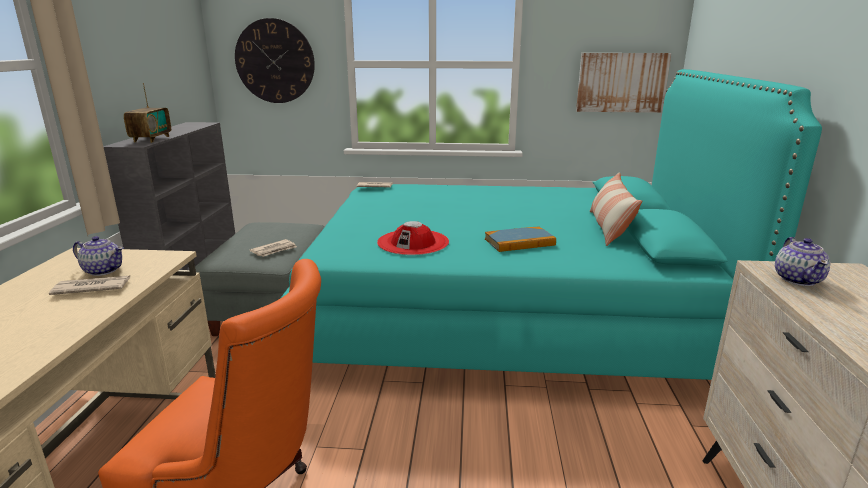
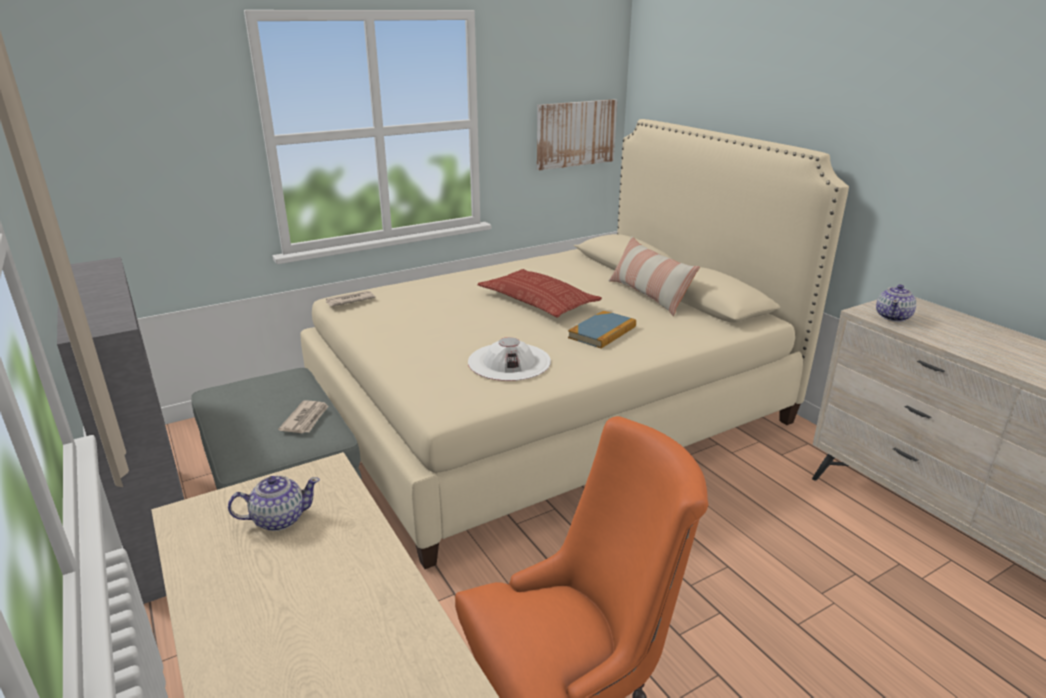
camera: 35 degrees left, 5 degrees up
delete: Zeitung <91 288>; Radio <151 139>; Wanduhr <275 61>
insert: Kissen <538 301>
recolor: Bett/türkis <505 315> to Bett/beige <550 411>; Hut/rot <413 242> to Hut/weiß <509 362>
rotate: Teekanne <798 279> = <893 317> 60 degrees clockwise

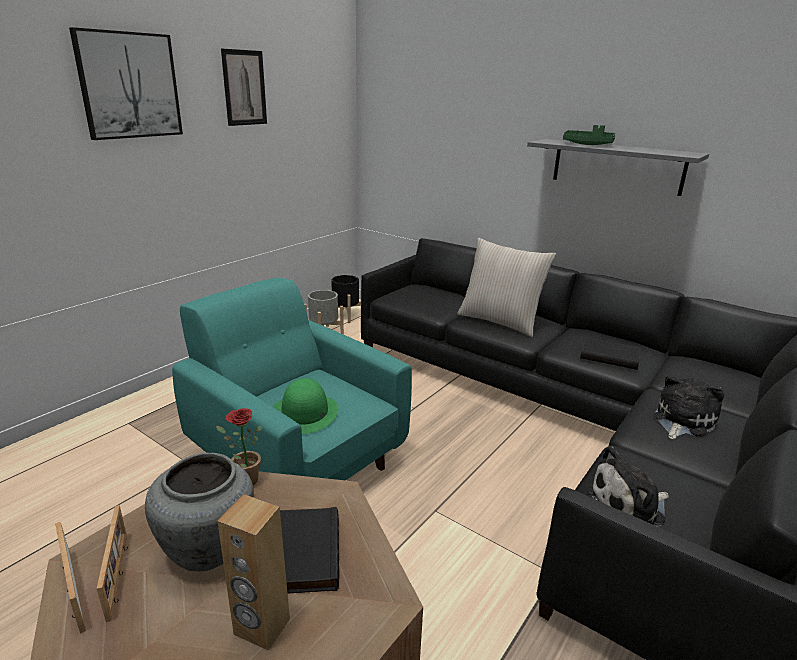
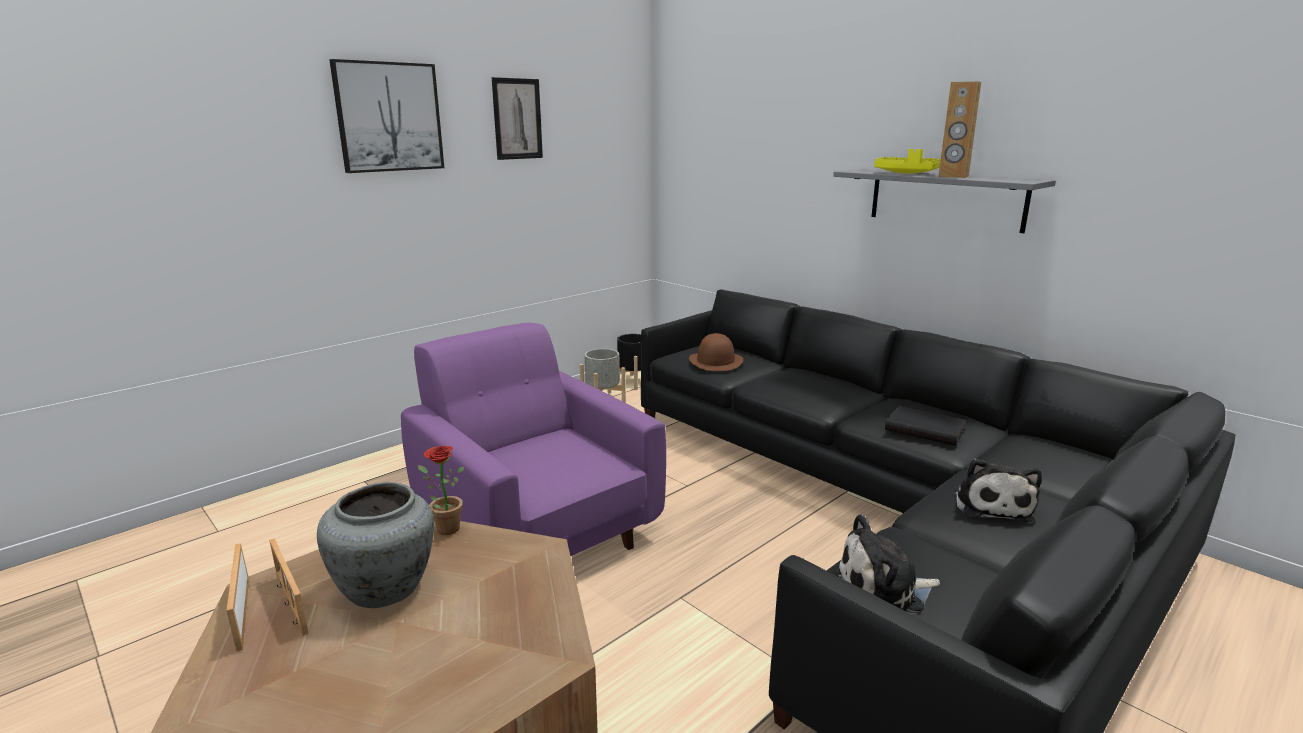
camera: 10 degrees right, 5 degrees down
delete: Hut/grün <305 413>; Buch/schwarz <304 553>; Kissen/beige <500 321>
insert: Hut/braun <716 361>
move: Lautsprecher/braun <261 627> to <953 176>
recolor: Sessel/türkis <297 457> to Sessel/lila <536 528>; Tablett/grün <588 144> to Tablett/gelb <906 173>
rotate: Bilderrahmen <119 575> = <289 604> 150 degrees clockwise; Plüschtier <681 421> = <992 505> 135 degrees clockwise

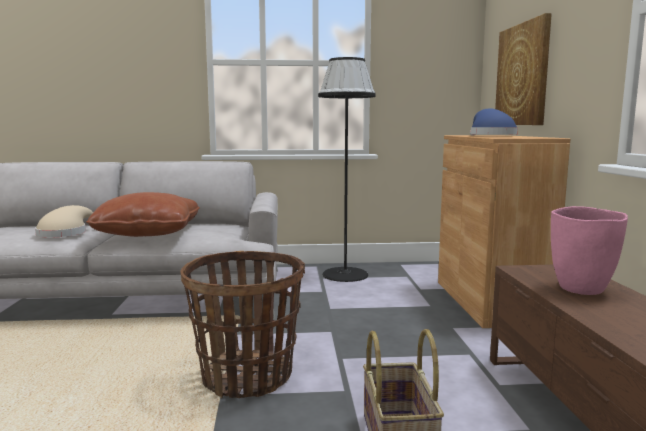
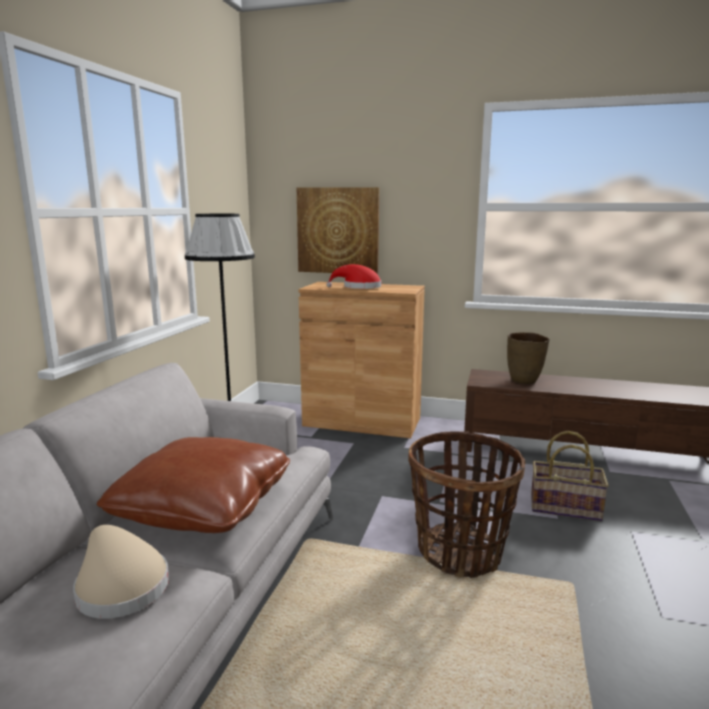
camera: 70 degrees left, 5 degrees up
recolor: Hut/blau <490 136> to Hut/rot <358 287>; Vase/rosa <581 289> to Vase/braun <524 381>

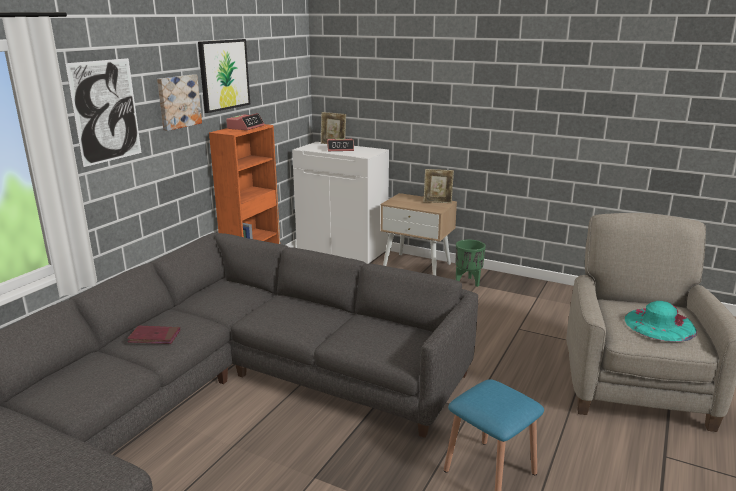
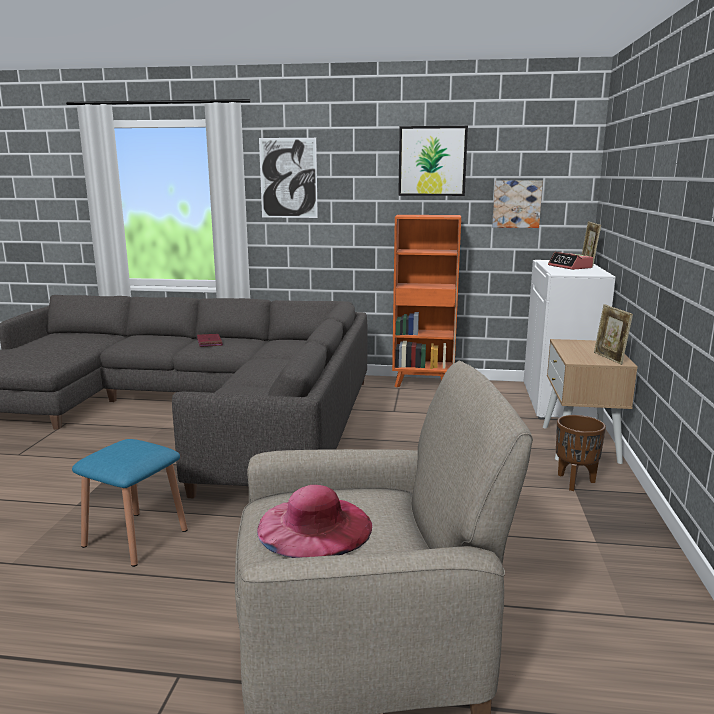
camera: 70 degrees right, 5 degrees down
delete: Wecker <245 127>
move: Bild <178 101> to <516 204>
recolor: Hut/türkis <660 324> to Hut/rosa <314 526>; Pflanzkübel/grün <468 282> to Pflanzkübel/braun <575 482>

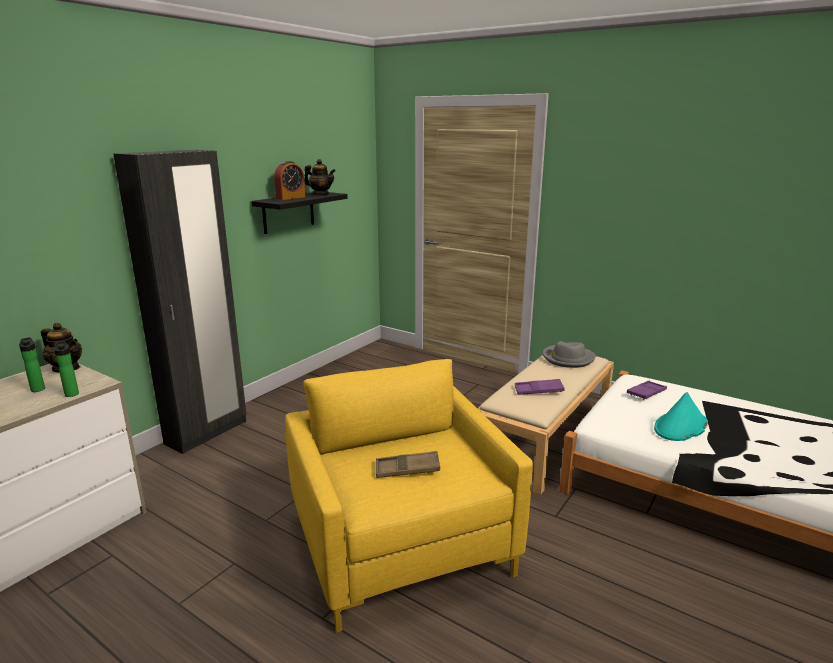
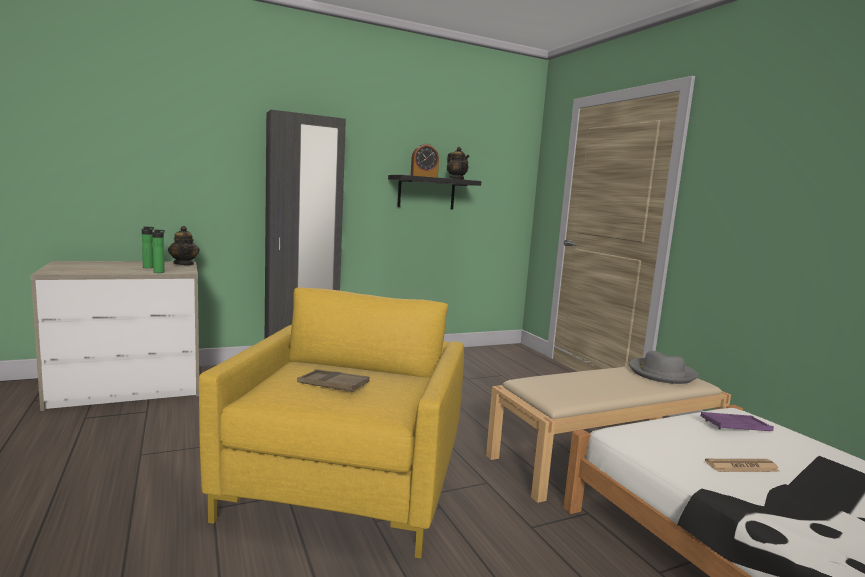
camera: 30 degrees right, 10 degrees down
delete: Tablett/lila <538 390>
replace: Hut/türkis <680 427> to Zeitung <741 466>

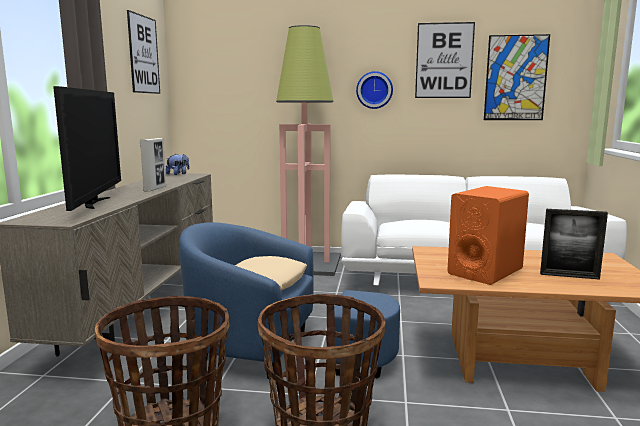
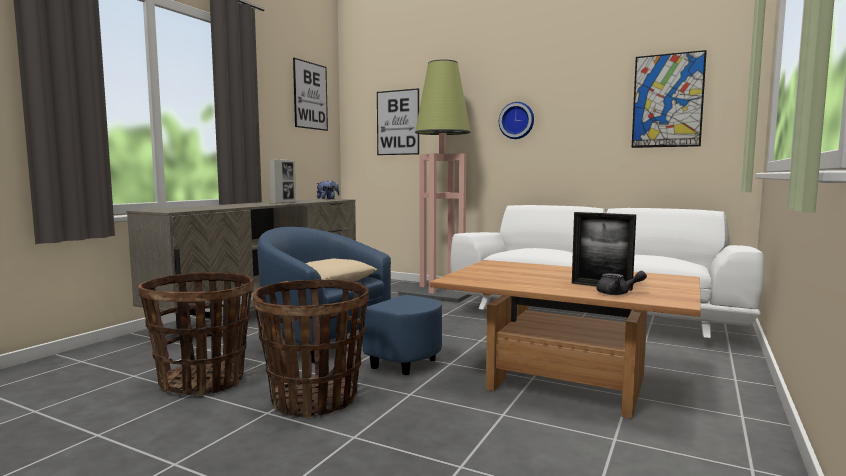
camera: 20 degrees right, 5 degrees down
delete: Fernseher <95 203>; Lautsprecher/orange <485 271>
insert: Teekanne/grau <617 293>
move: Bild <444 60> to <398 122>

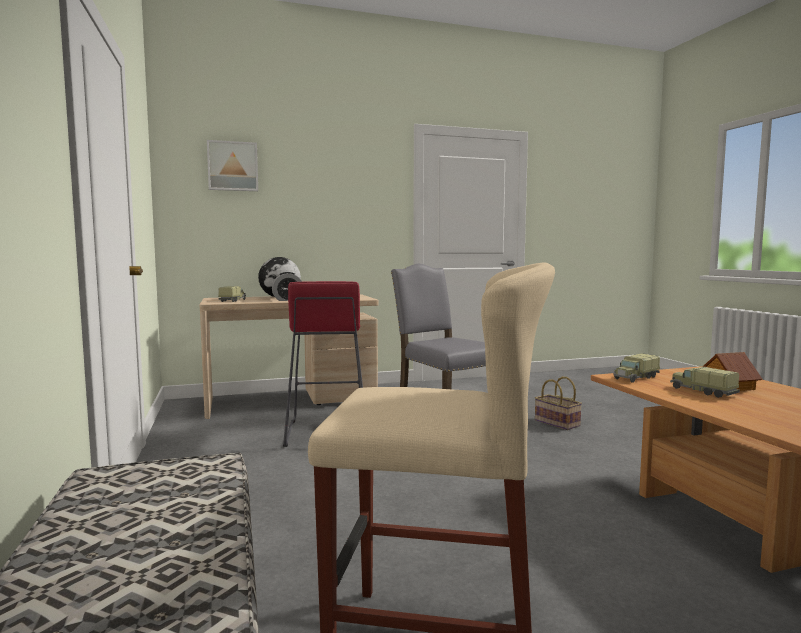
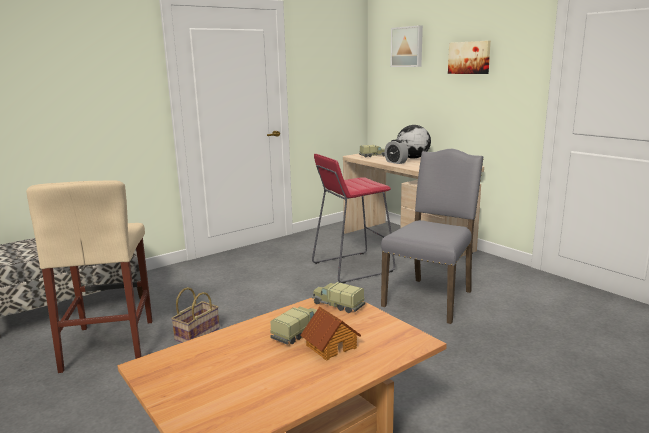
camera: 70 degrees right, 10 degrees up
insert: Bild <469 57>
move: Korb <555 423> to <197 333>

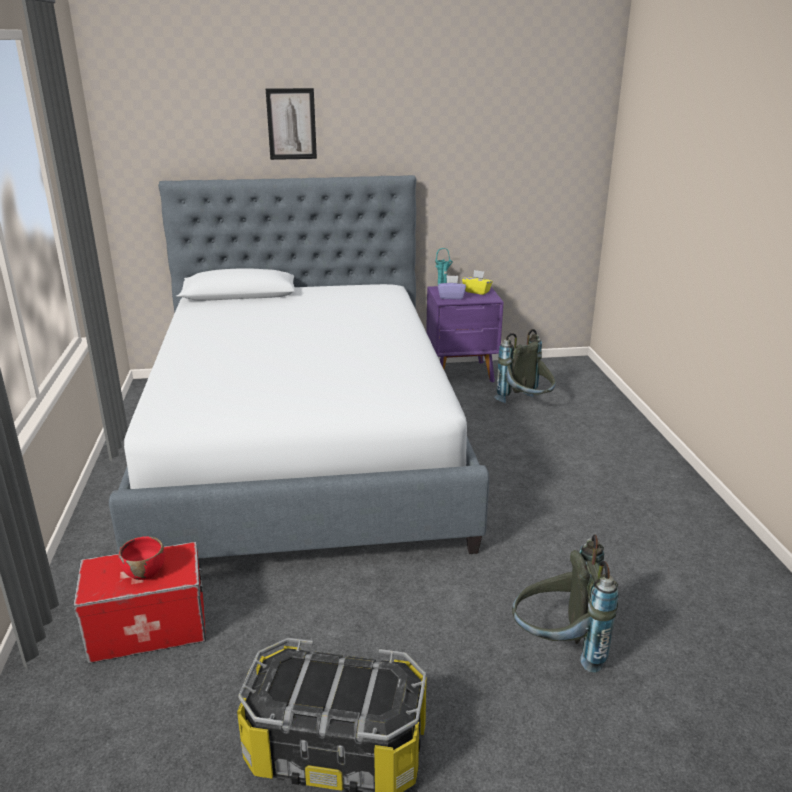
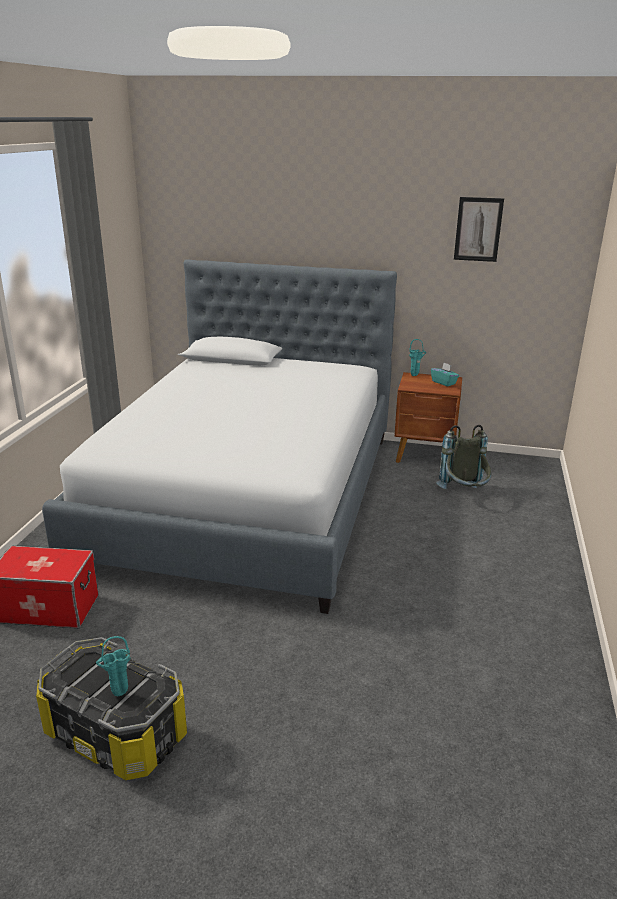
camera: 20 degrees right, 0 degrees up
delete: Schüssel/rot <145 572>; Taschentuchbox/lila <451 297>; Rucksack/grau <558 648>
insert: Vase/türkis <118 695>
move: Bild <291 124> to <478 229>
recolor: Nachttisch/lila <462 373> to Nachttisch/braun <425 455>; Taschentuchbox/gelb <477 291> to Taschentuchbox/türkis <444 382>

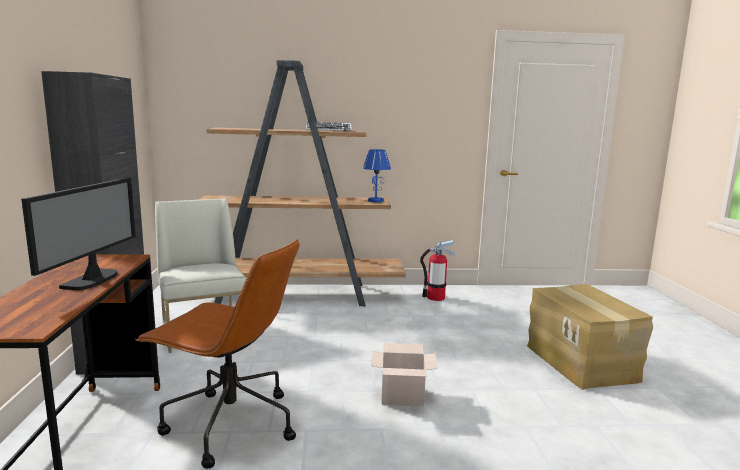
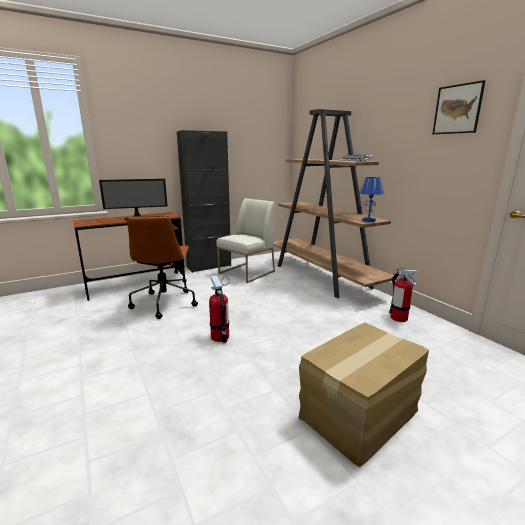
camera: 65 degrees right, 5 degrees up
insert: Bild <457 109>
replace: Karton <401 396> to Feuerlöscher <220 337>

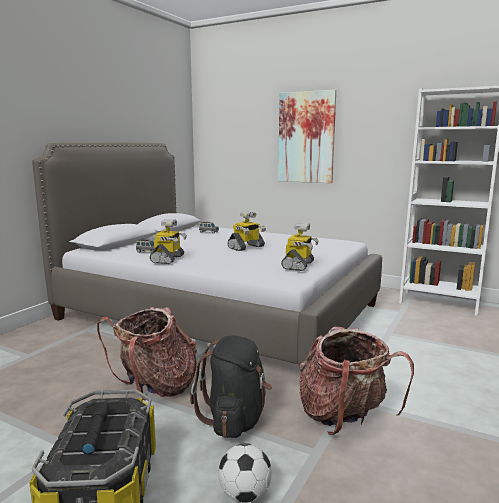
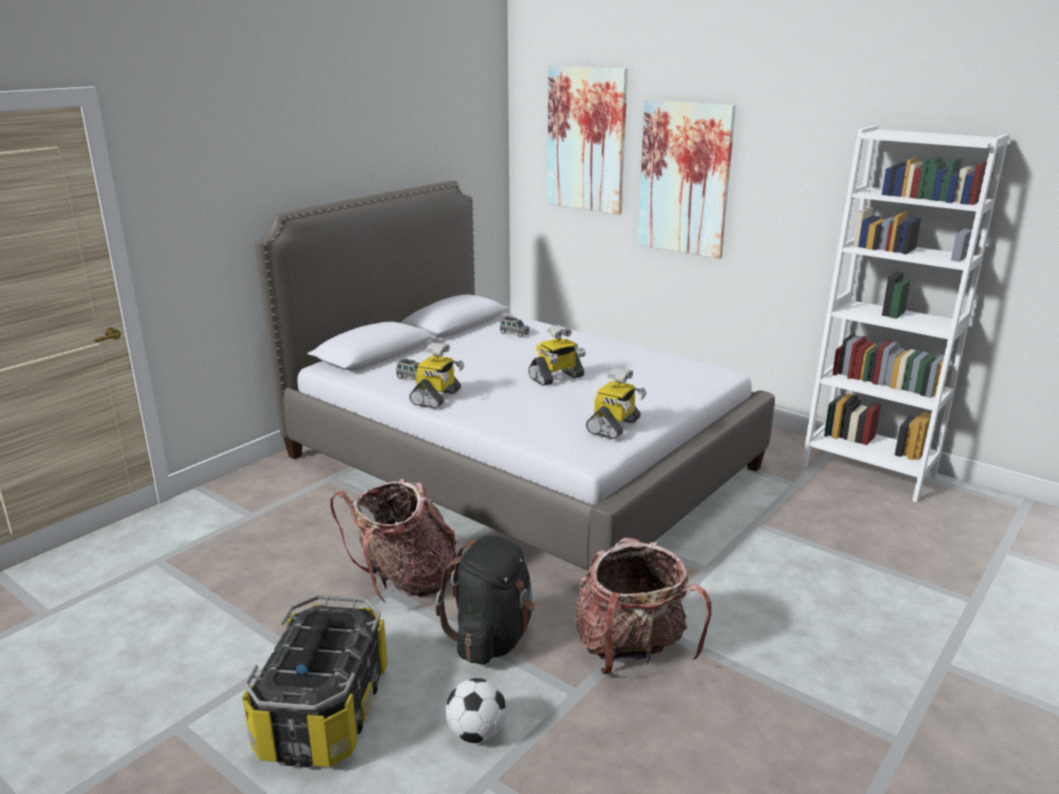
camera: 10 degrees right, 10 degrees up
insert: Bild <586 139>

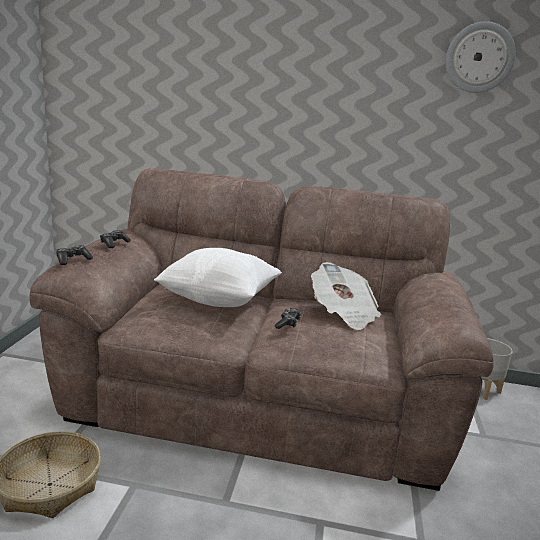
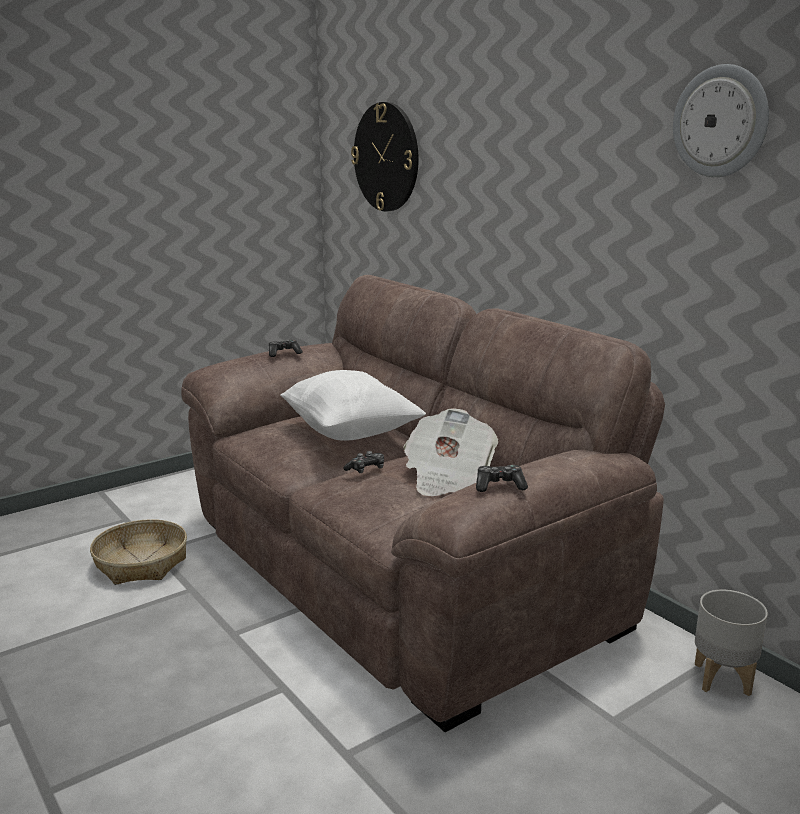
camera: 45 degrees right, 0 degrees up
insert: Wanduhr <386 157>
move: Gamepad <72 260> to <499 486>

